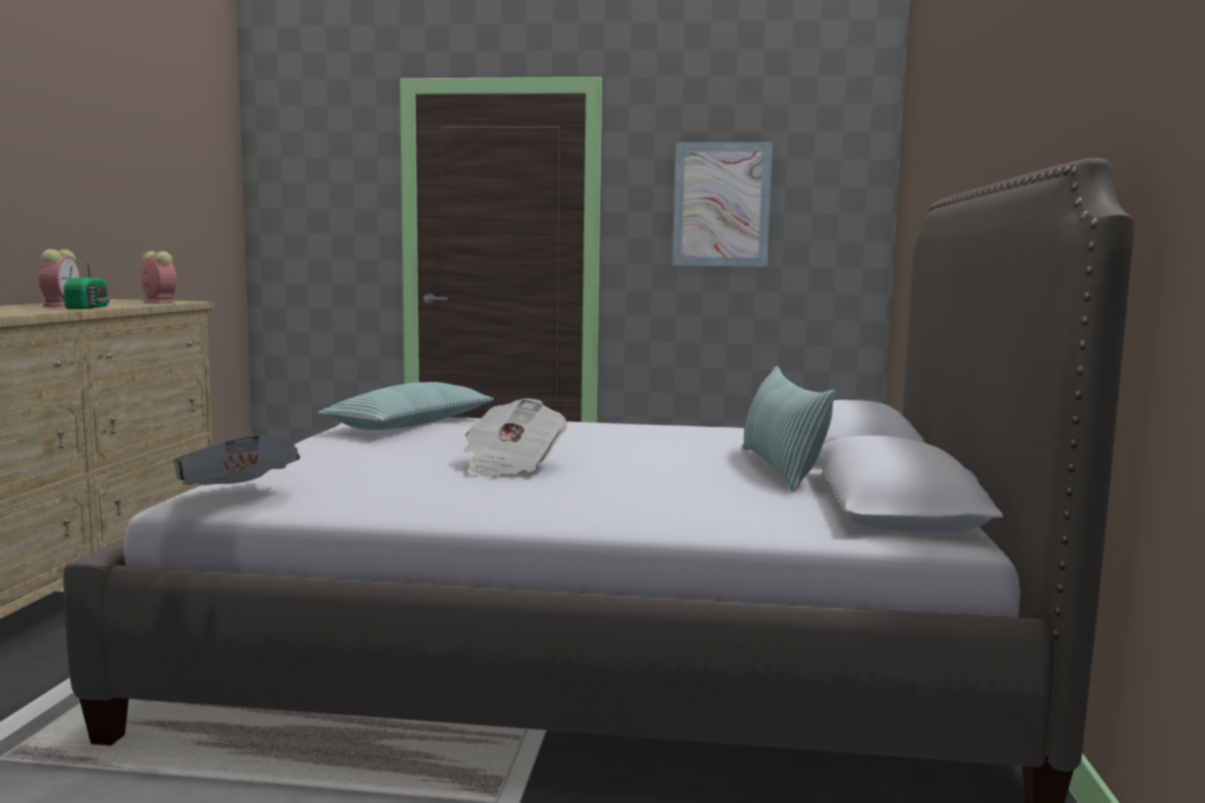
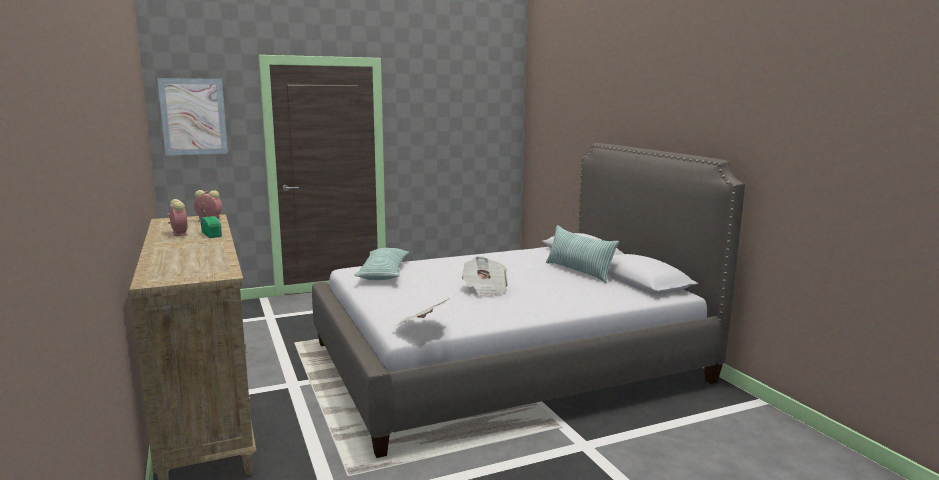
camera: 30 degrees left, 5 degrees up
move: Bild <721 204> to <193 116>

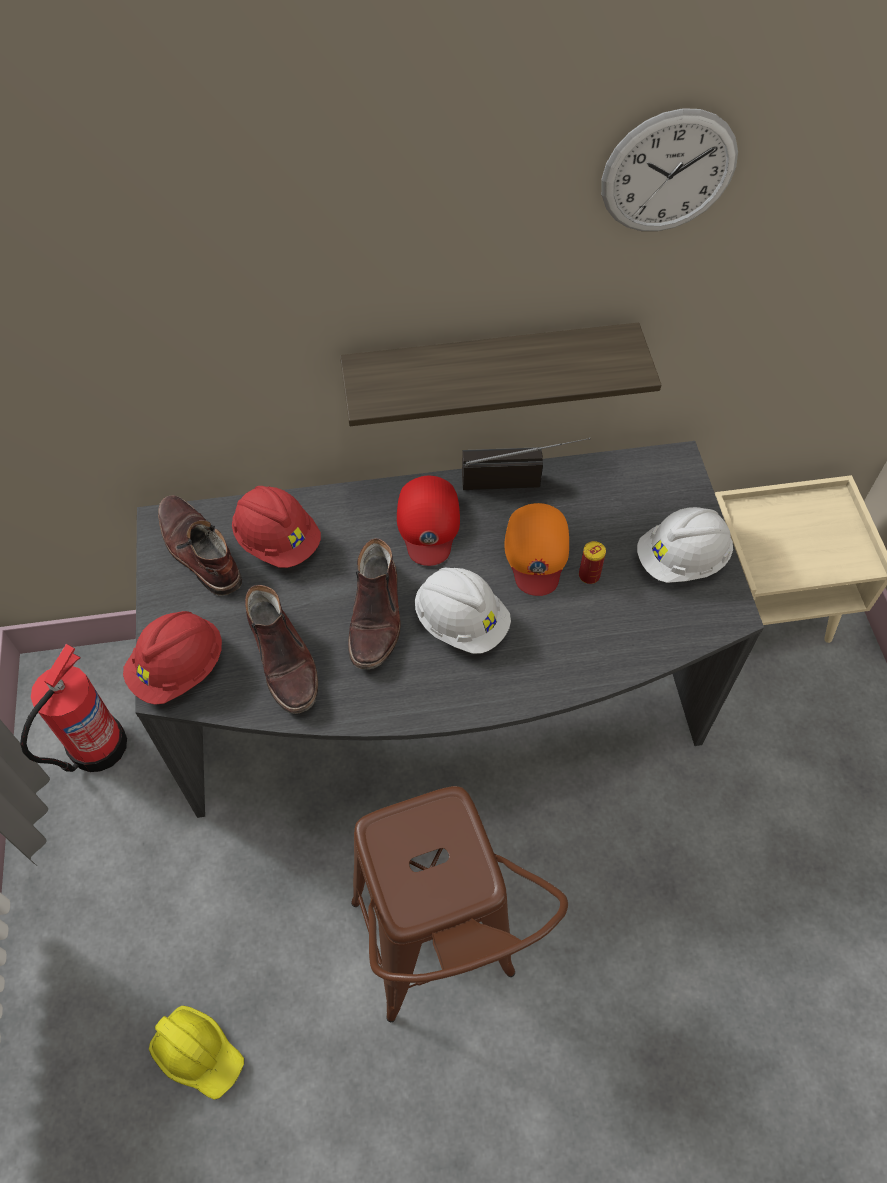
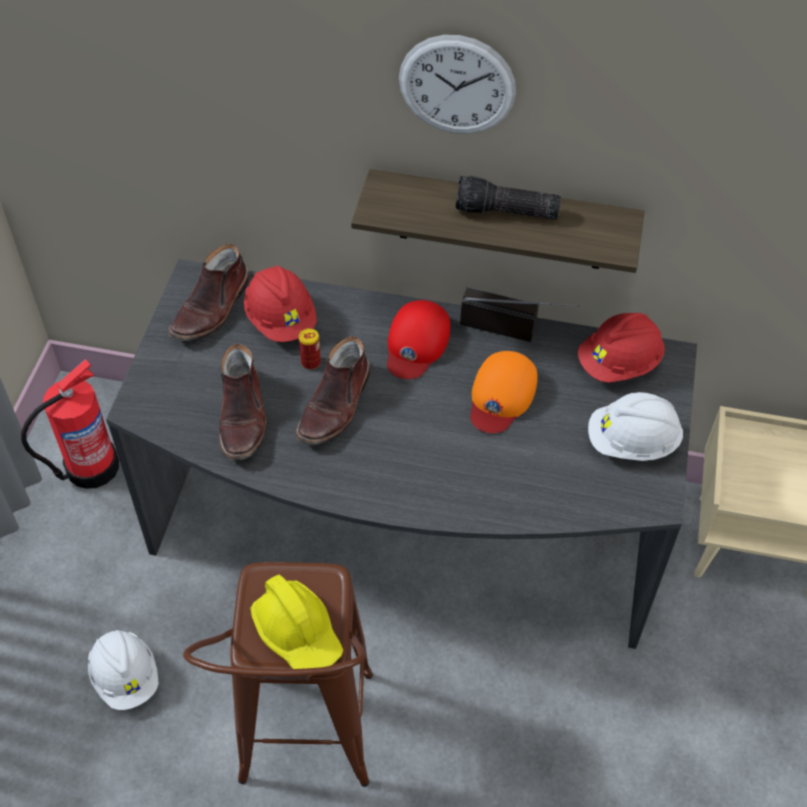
camera: 20 degrees right, 5 degrees down
insert: Taschenlampe <505 212>
move: Schutzhelm/weiß <461 622> to <126 677>; Schutzhelm/gelb <199 1053> to <298 633>; Dose <589 575> to <311 362>; Wanduhr <668 172> to <457 85>; Schutzhelm/rot <179 669> to <619 364>
rotate: Stiefel/braun <198 551> = <212 309> 135 degrees counterclockwise

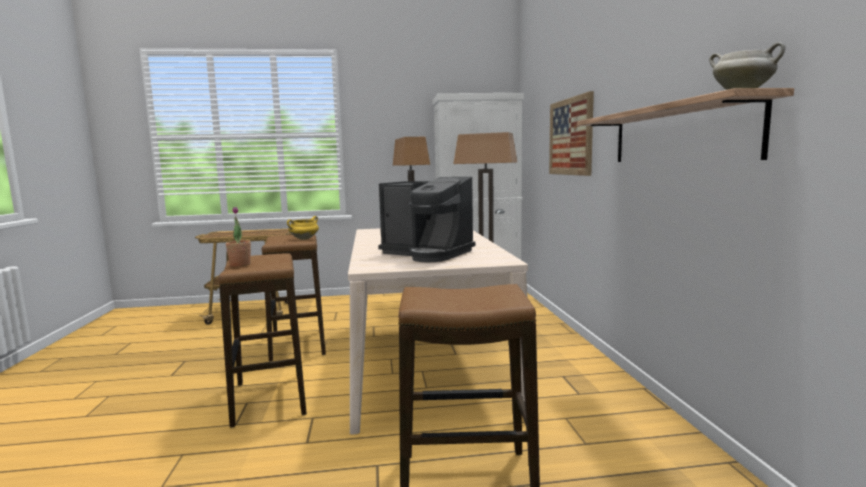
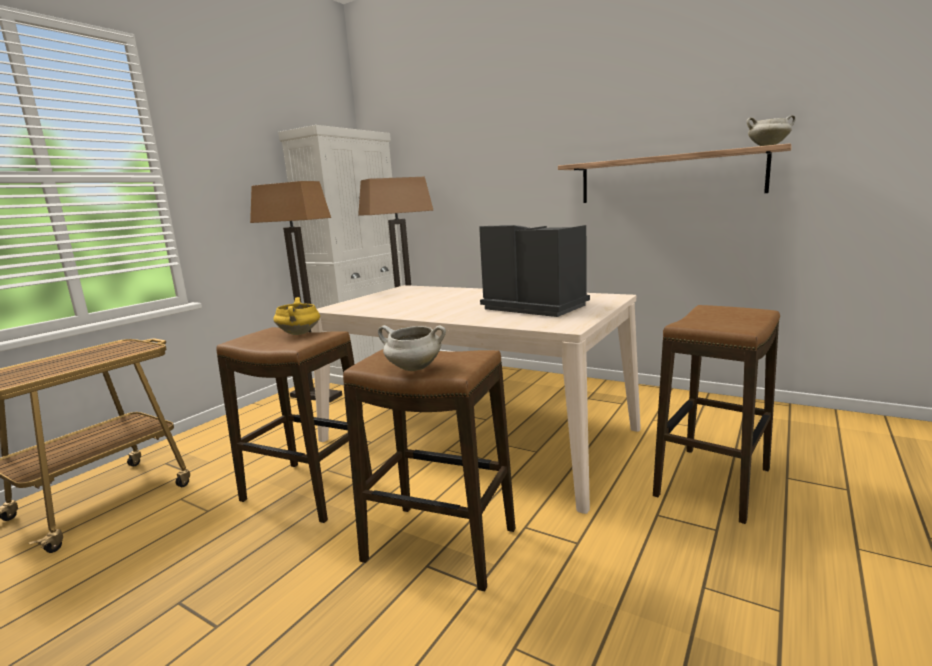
camera: 50 degrees left, 5 degrees up
delete: Bild <570 137>
replace: Topfpflanze <240 265> to Kochtopf/weiß <413 368>
rotate: Kaffeemaschine <427 254> = <534 307> 120 degrees counterclockwise

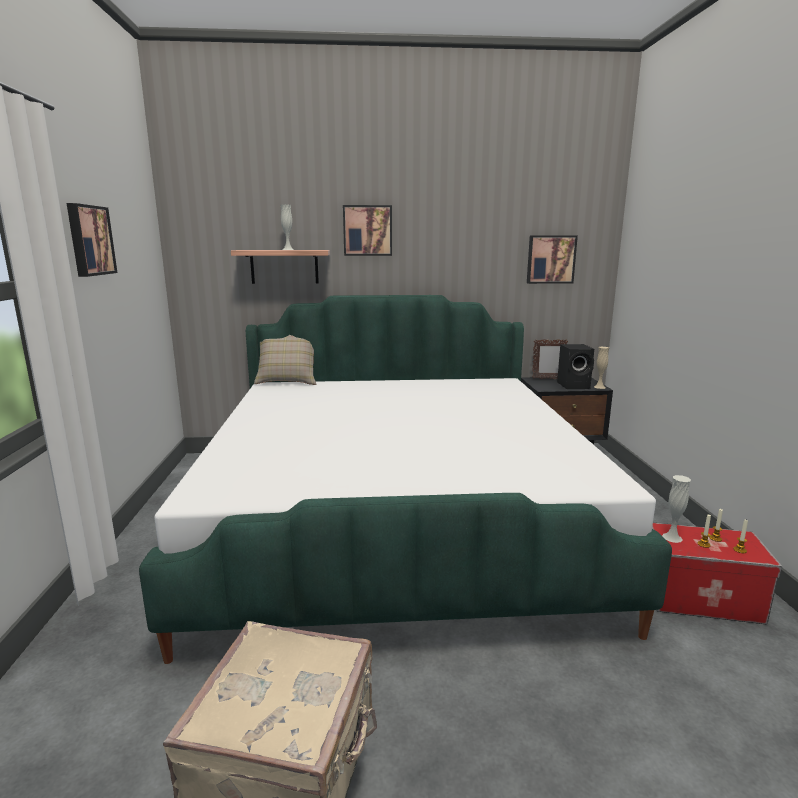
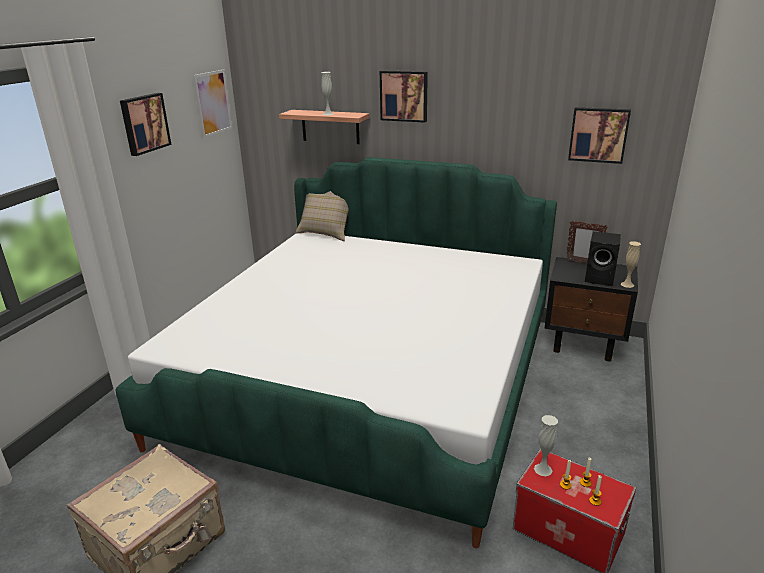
camera: 25 degrees right, 10 degrees up
insert: Bild <212 103>

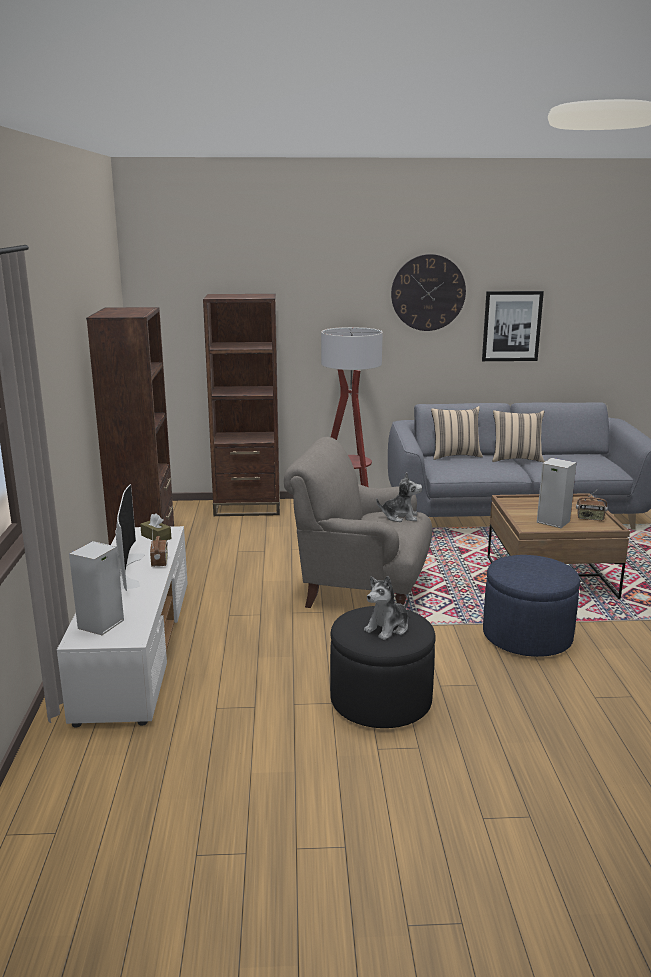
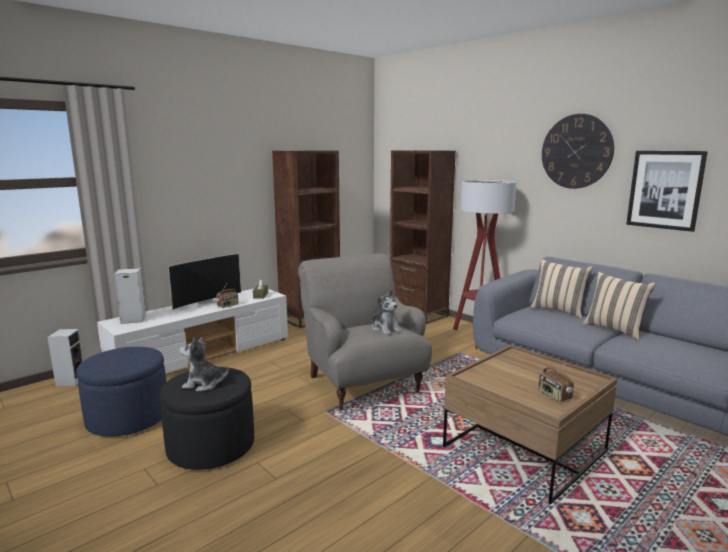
camera: 50 degrees right, 5 degrees down
move: Lautsprecher <551 521> to <71 380>; Polsterhocker/blau <527 636> to <128 418>

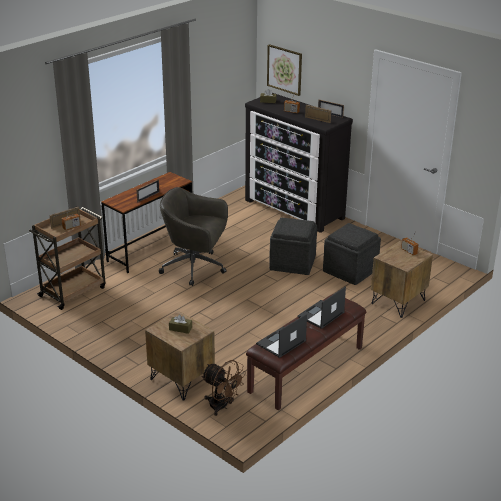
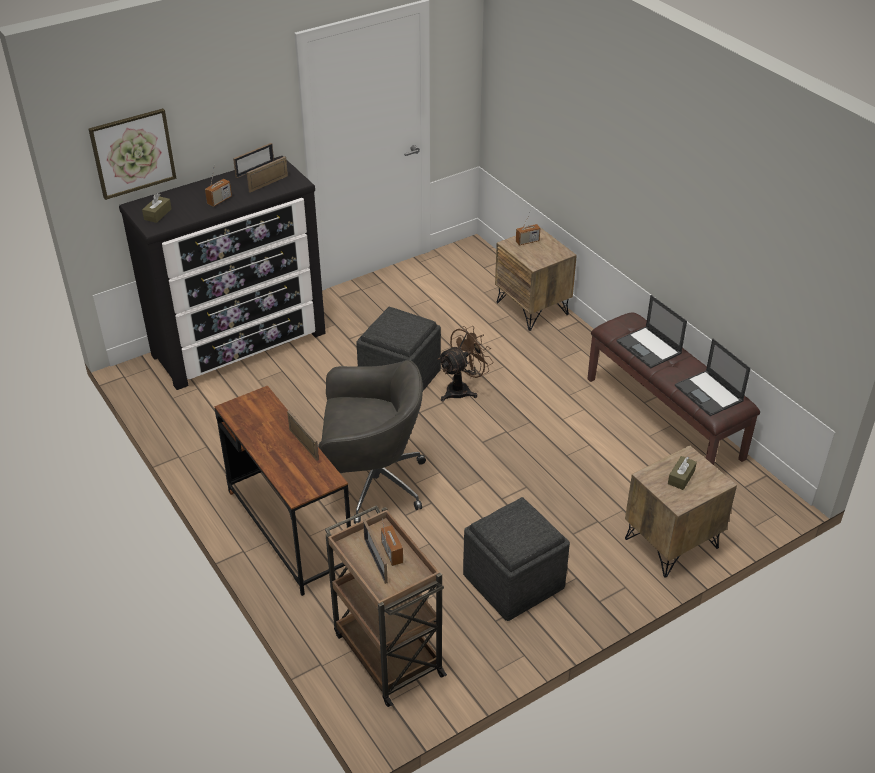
camera: 75 degrees left, 10 degrees up
move: Ventilator/braun <222 406> to <462 389>; Polsterhocker/grau <349 270> to <513 582>
rotate: Bürostuhl/grau <195 268> = <371 483> 120 degrees counterclockwise

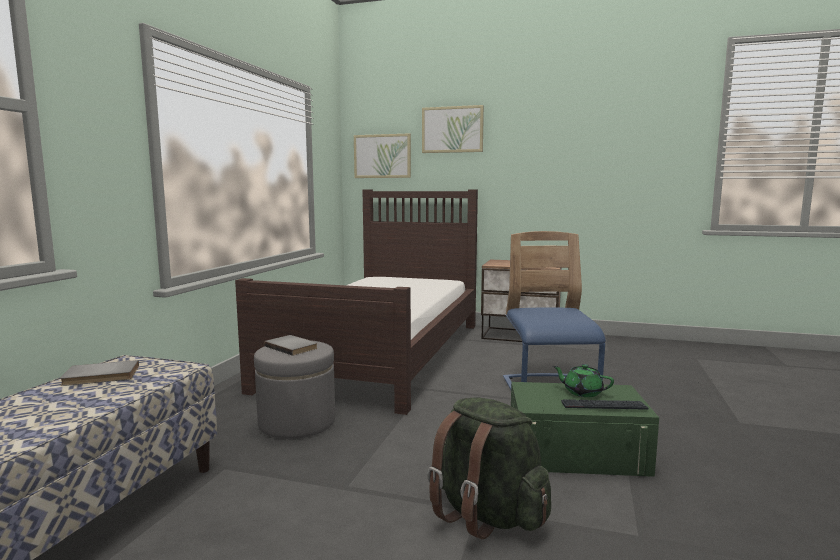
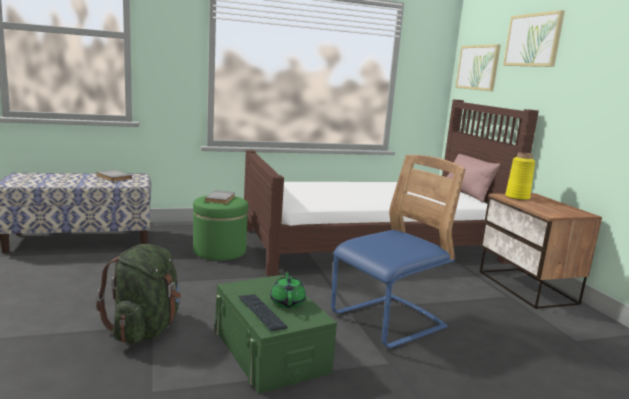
camera: 55 degrees right, 5 degrees up
insert: Kissen/rosa <466 193>; Vase/gelb <517 197>
recolor: Polsterhocker/grau <297 422> to Polsterhocker/grün <219 251>

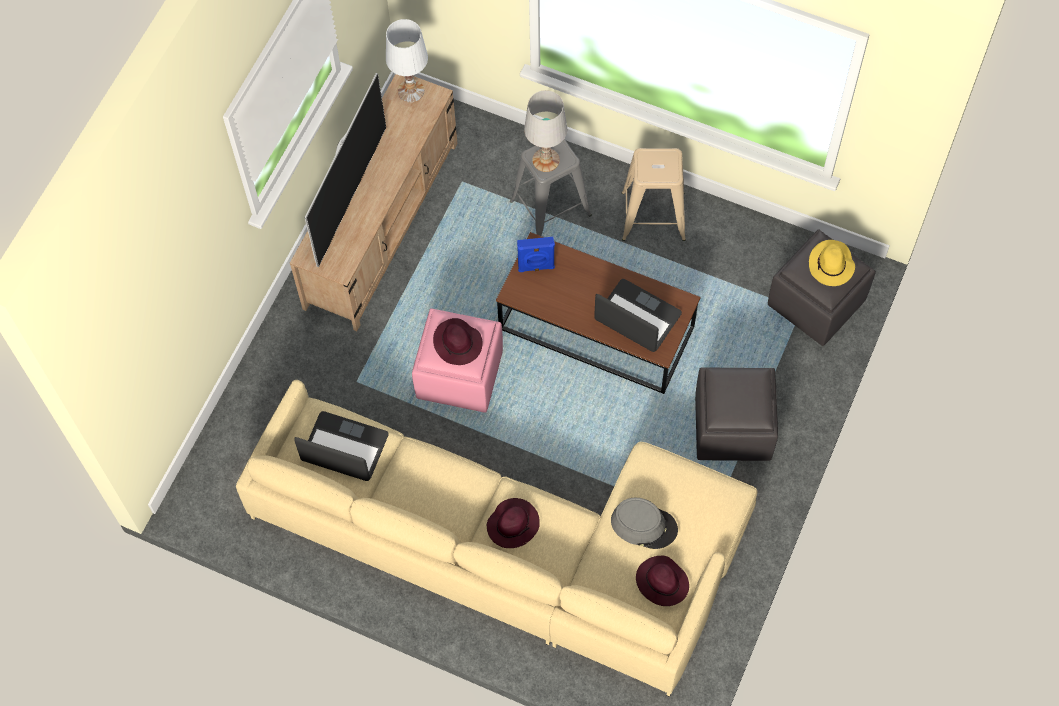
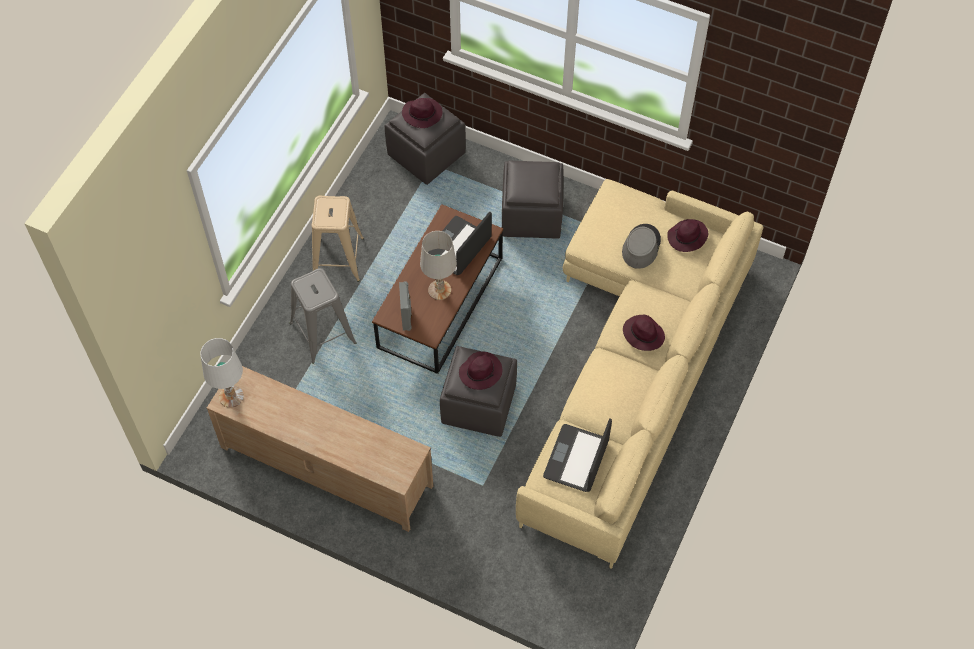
camera: 90 degrees left, 5 degrees down
delete: Fernseher <351 196>
move: Tischlampe/weiß <546 160> to <439 290>
recolor: Lautsprecher/blau <536 267> to Lautsprecher/grau <406 317>; Hut/gelb <831 265> to Hut/lila <423 114>; Polsterhocker/rosa <460 374> to Polsterhocker/grau <478 404>

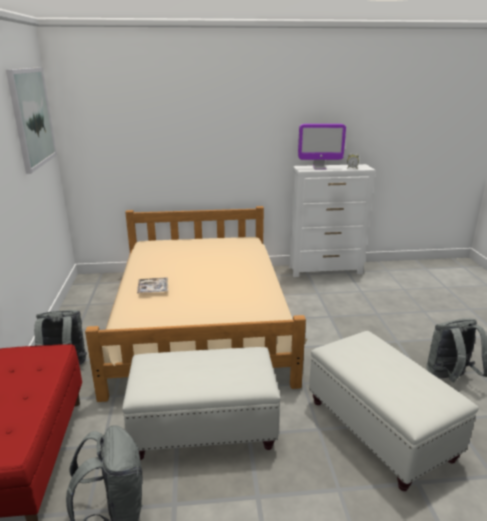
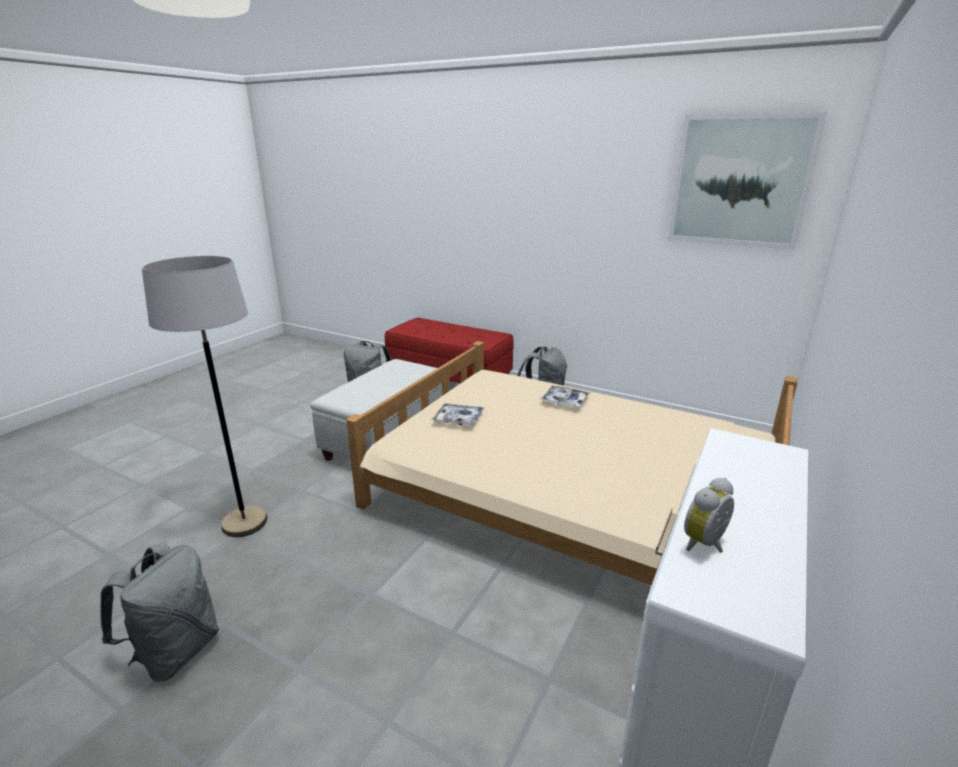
camera: 125 degrees right, 0 degrees up
delete: Monitor <319 168>
insert: Tablett <458 419>
replace: Polsterhocker/weiß <380 430> to Stehlampe/grau <244 523>

